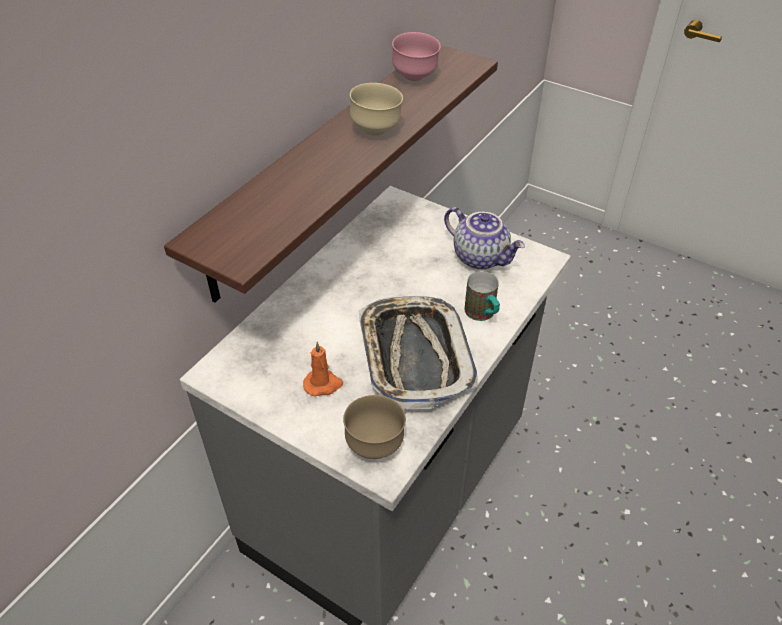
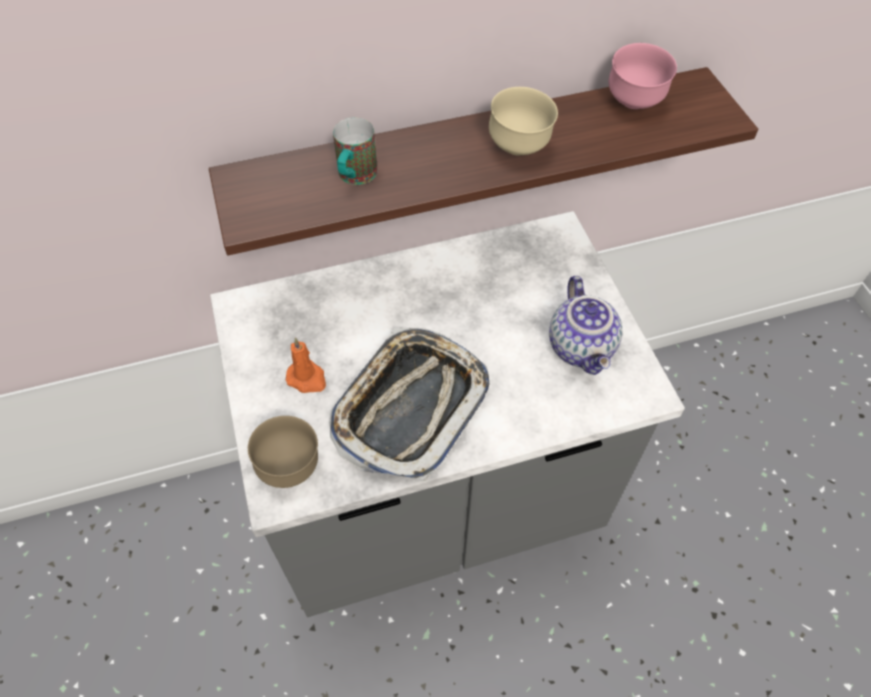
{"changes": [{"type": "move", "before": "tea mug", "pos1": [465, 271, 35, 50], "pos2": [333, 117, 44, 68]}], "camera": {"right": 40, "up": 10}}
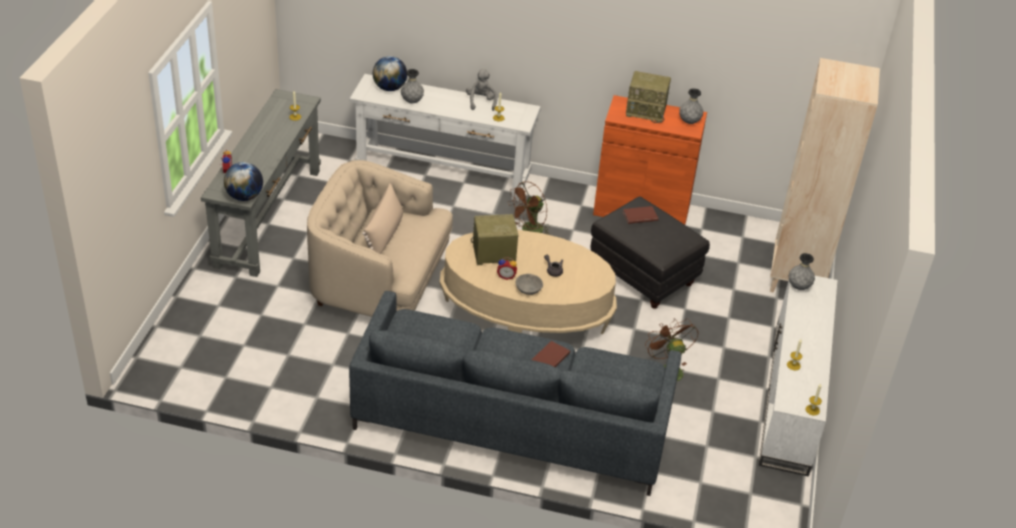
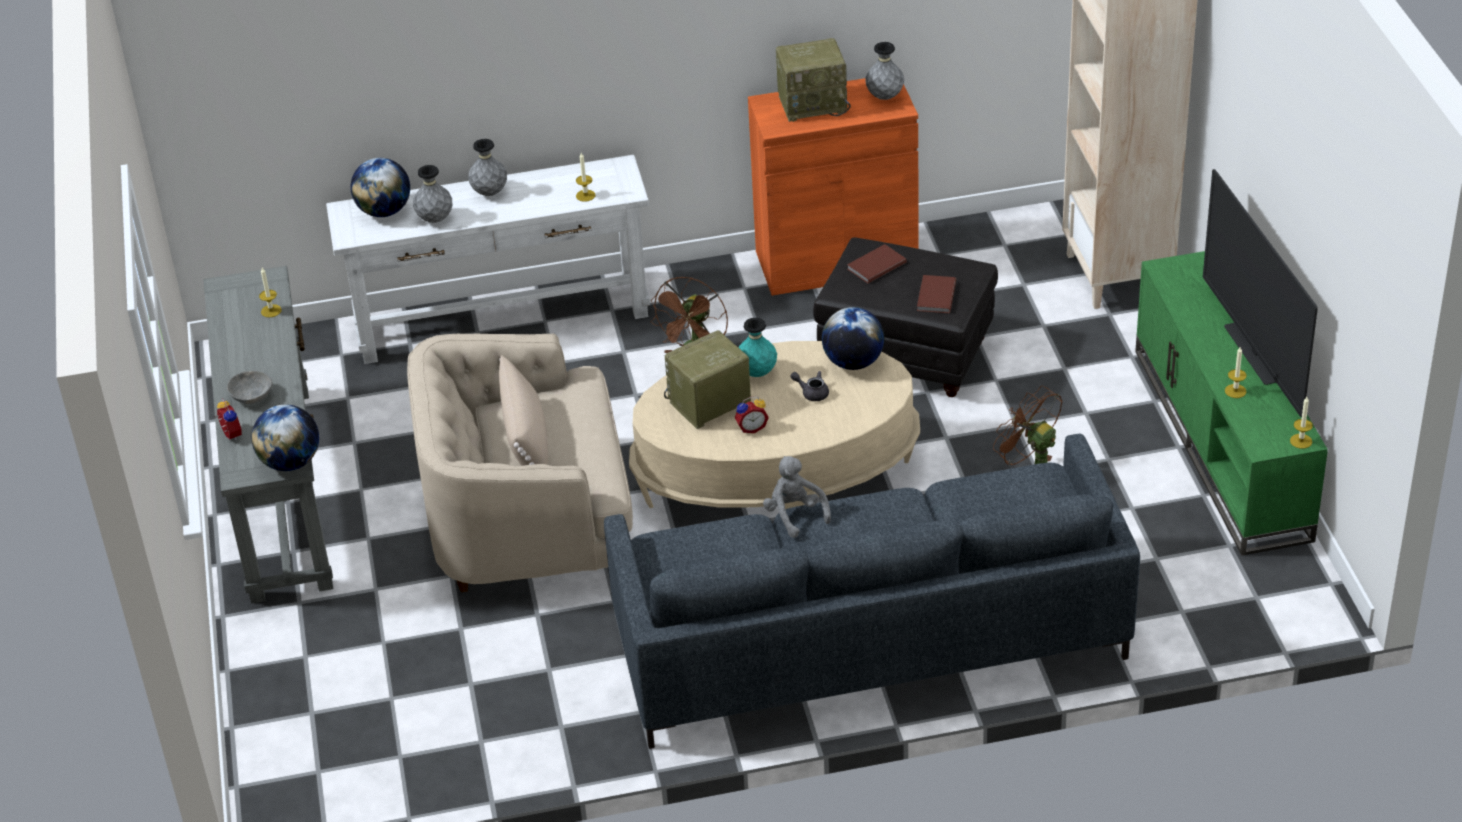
{"changes": [{"type": "insert", "after": "turquoise-coloured decorative vase", "pos2": [738, 318, 39, 59]}, {"type": "insert", "after": "world globe", "pos2": [822, 307, 62, 63]}, {"type": "insert", "after": "TV", "pos2": [1203, 169, 115, 248]}, {"type": "move", "before": "grey soft toy", "pos1": [466, 69, 31, 42], "pos2": [763, 456, 68, 82]}, {"type": "move", "before": "grey serving bowl", "pos1": [516, 274, 27, 21], "pos2": [227, 370, 46, 34]}, {"type": "move", "before": "brown bound book", "pos1": [532, 341, 38, 26], "pos2": [917, 275, 39, 38]}, {"type": "move", "before": "grey decorative vase", "pos1": [788, 253, 27, 37], "pos2": [468, 139, 39, 57]}, {"type": "recolor", "before": "white media console", "after": "green media console", "pos1": [759, 276, 78, 201], "pos2": [1135, 251, 193, 305]}], "camera": {"right": -20, "up": 0}}
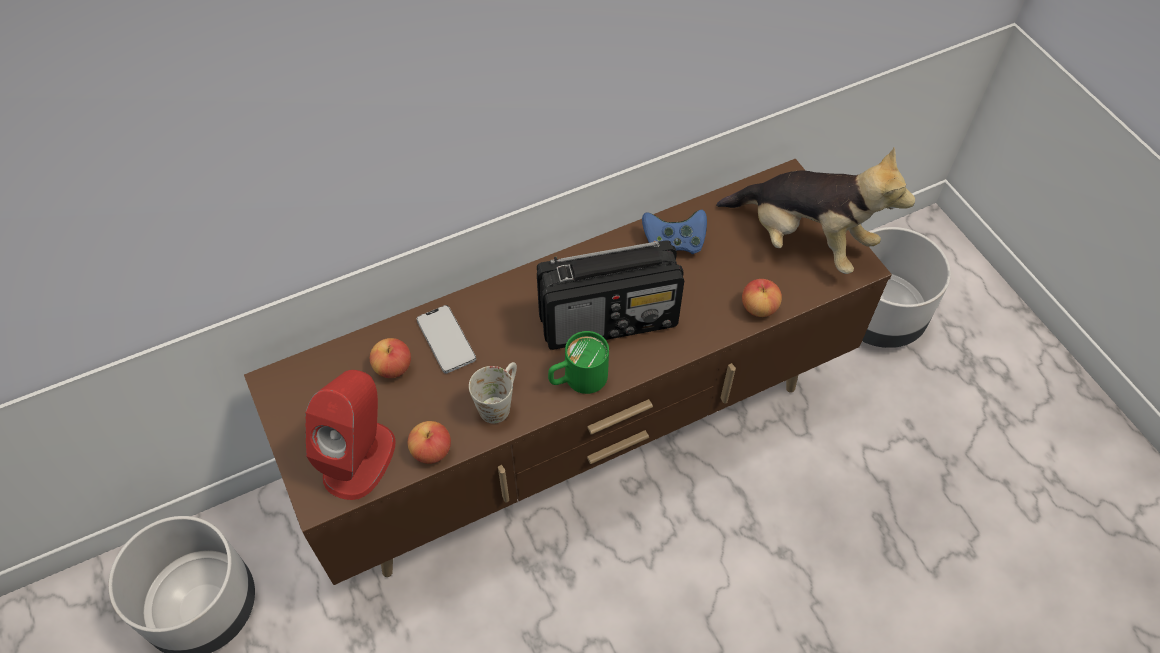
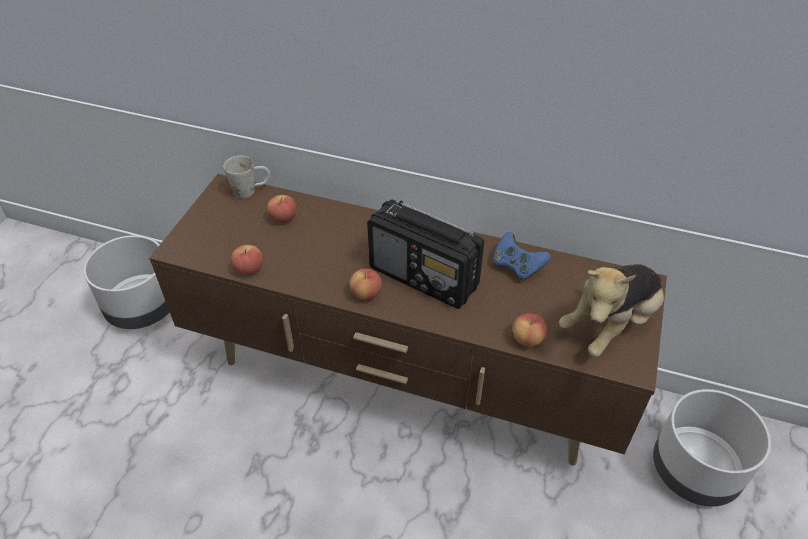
{"changes": [{"type": "delete", "before": "red-coloured speaker", "pos1": [305, 370, 91, 130]}, {"type": "delete", "before": "handset", "pos1": [417, 305, 59, 68]}, {"type": "move", "before": "white tea mug", "pos1": [469, 362, 48, 61], "pos2": [224, 156, 47, 42]}, {"type": "replace", "before": "green tea mug", "after": "whole apple", "pos1": [548, 331, 61, 63], "pos2": [350, 269, 32, 31]}, {"type": "rotate", "before": "soft toy", "pos1": [716, 147, 199, 127], "pos2": [559, 264, 105, 93], "turn": 60}], "camera": {"right": 45, "up": -10}}
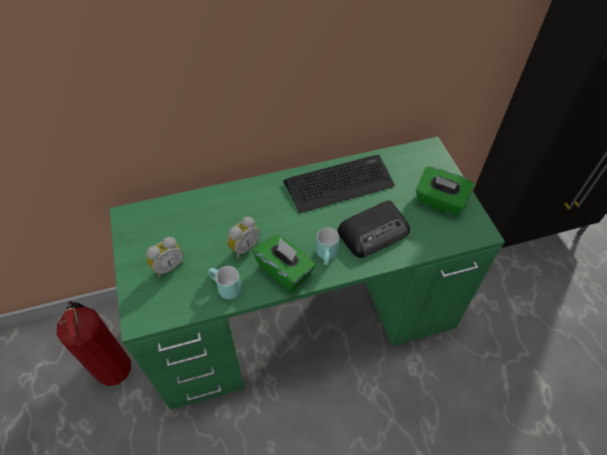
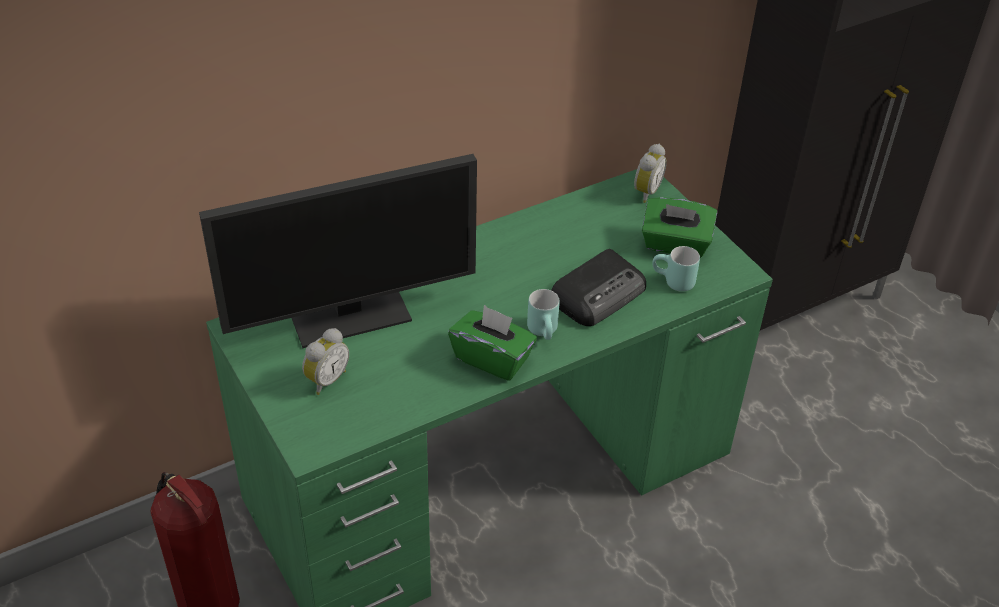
{"changes": [{"type": "delete", "before": "computer keyboard", "pos1": [283, 155, 112, 58]}, {"type": "insert", "after": "monitor", "pos2": [199, 154, 278, 194]}, {"type": "move", "before": "turquoise-coloured tea mug", "pos1": [208, 266, 33, 33], "pos2": [652, 246, 48, 46]}, {"type": "move", "before": "bedside clock", "pos1": [227, 216, 33, 43], "pos2": [634, 144, 33, 59]}], "camera": {"right": -15, "up": -10}}
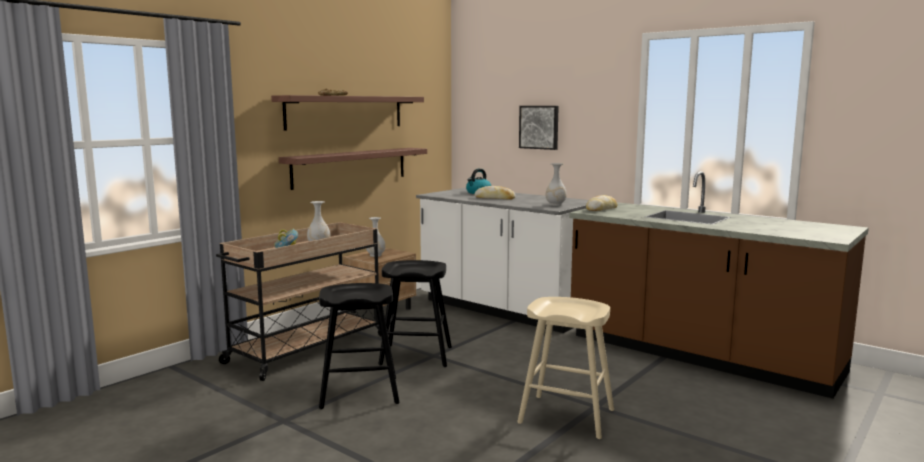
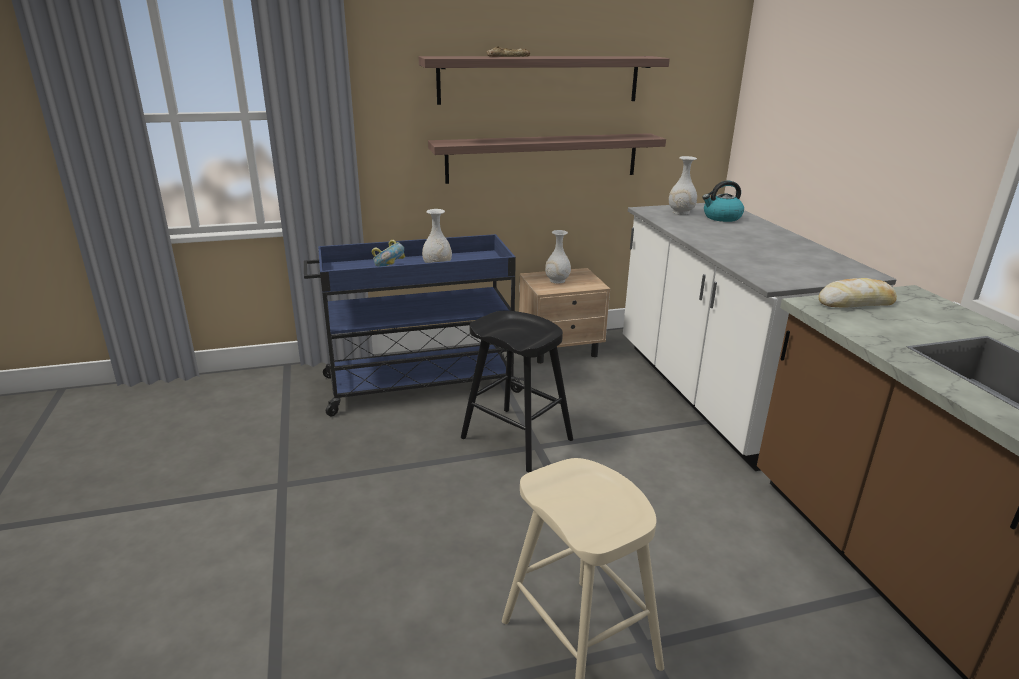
{"changes": [{"type": "delete", "before": "blackish stool", "pos1": [319, 283, 81, 126]}, {"type": "delete", "before": "baked bread", "pos1": [475, 186, 41, 14]}, {"type": "delete", "before": "picture", "pos1": [519, 106, 40, 44]}, {"type": "move", "before": "white decorative vase", "pos1": [546, 163, 21, 43], "pos2": [669, 156, 28, 59]}, {"type": "recolor", "before": "beige wheeled cart", "after": "blue wheeled cart", "pos1": [216, 222, 165, 159], "pos2": [304, 234, 220, 183]}], "camera": {"right": 35, "up": 15}}
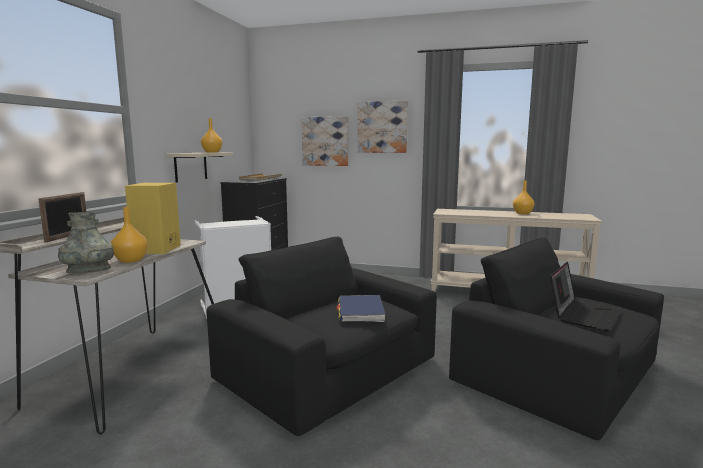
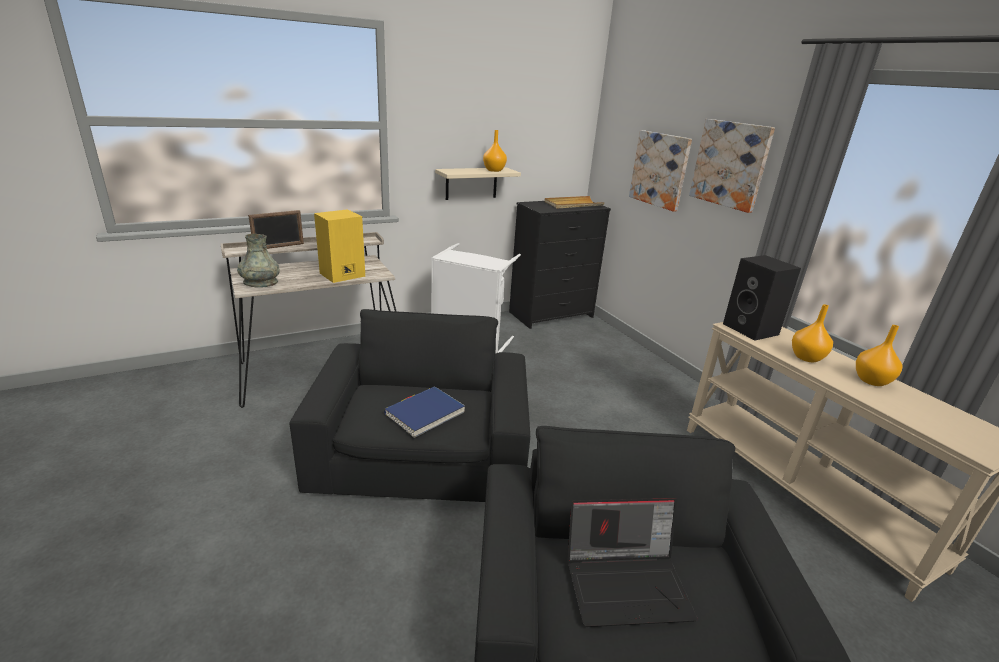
{"changes": [{"type": "insert", "after": "blackish speaker", "pos2": [723, 255, 78, 86]}, {"type": "move", "before": "orange decorative vase", "pos1": [111, 207, 37, 56], "pos2": [792, 304, 41, 58]}], "camera": {"right": 45, "up": 15}}
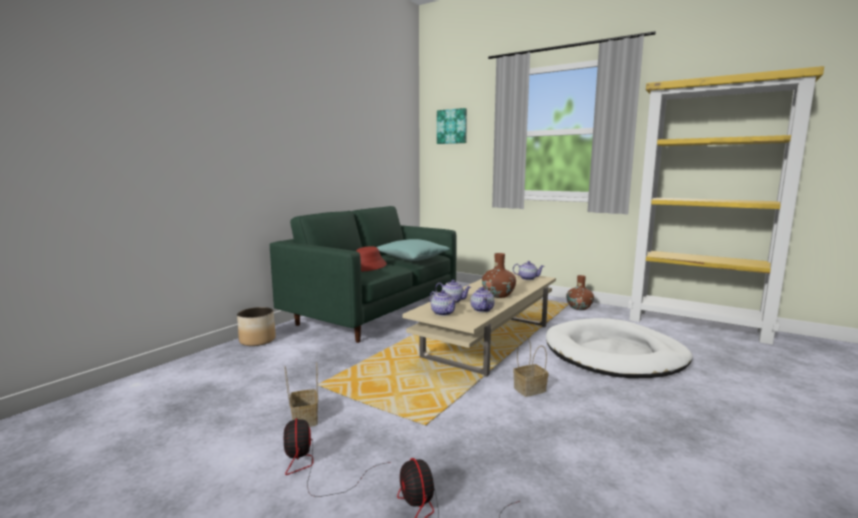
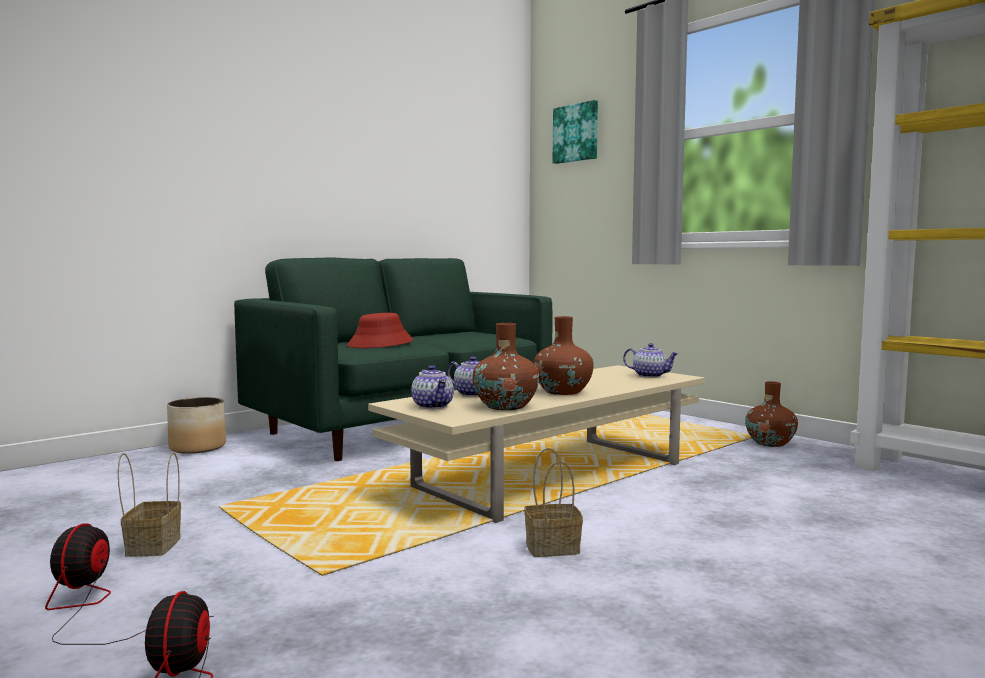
{"changes": [{"type": "delete", "before": "turquoise-coloured pillow", "pos1": [377, 239, 73, 22]}, {"type": "delete", "before": "white pet bed", "pos1": [546, 318, 147, 60]}, {"type": "replace", "before": "pot for tea", "after": "brown decorative vase", "pos1": [470, 287, 25, 25], "pos2": [472, 323, 67, 87]}], "camera": {"right": 15, "up": -5}}
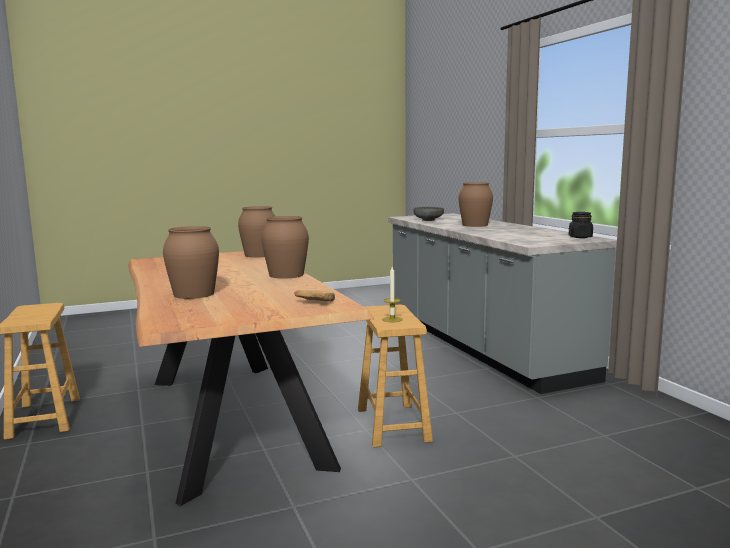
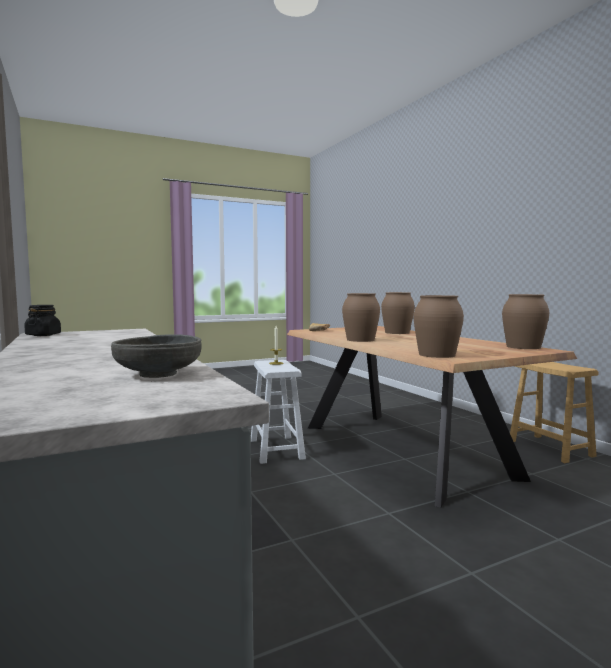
{"changes": [{"type": "move", "before": "brown decorative vase", "pos1": [459, 182, 34, 45], "pos2": [502, 294, 47, 55]}, {"type": "recolor", "before": "brown stool", "after": "white stool", "pos1": [358, 304, 75, 144], "pos2": [251, 360, 55, 104]}], "camera": {"right": 175, "up": -5}}
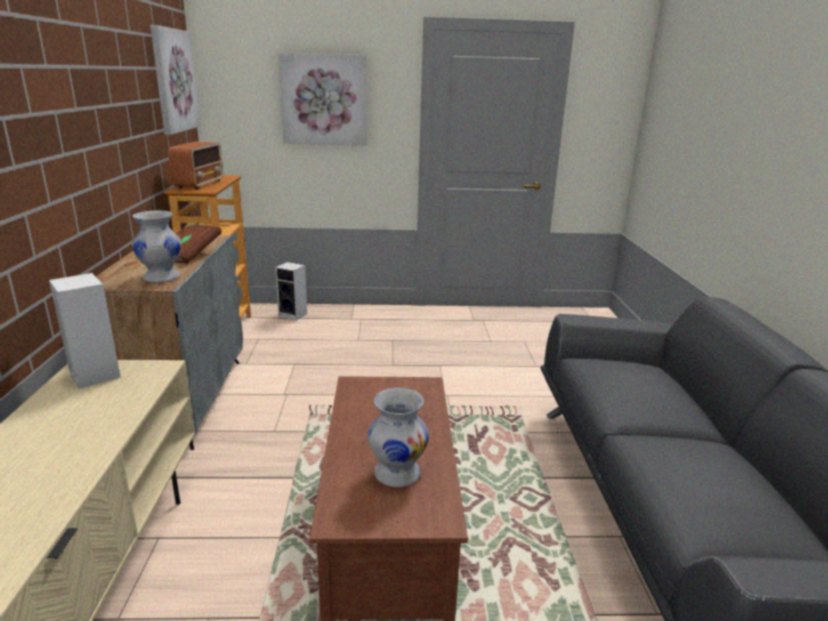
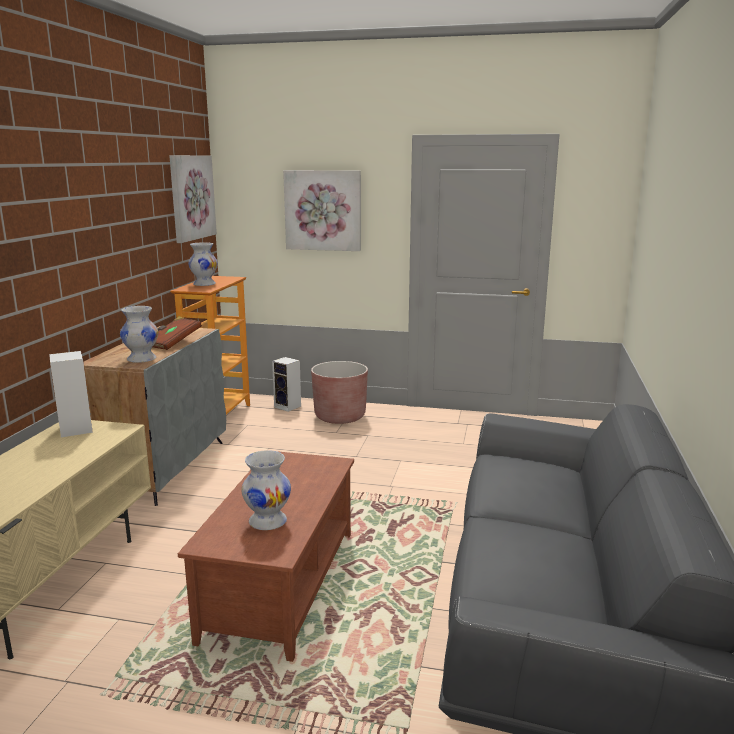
{"changes": [{"type": "insert", "after": "brown flower pot", "pos2": [311, 361, 57, 63]}, {"type": "replace", "before": "radio", "after": "white decorative vase", "pos1": [168, 142, 55, 47], "pos2": [188, 242, 30, 44]}], "camera": {"right": 15, "up": -5}}
